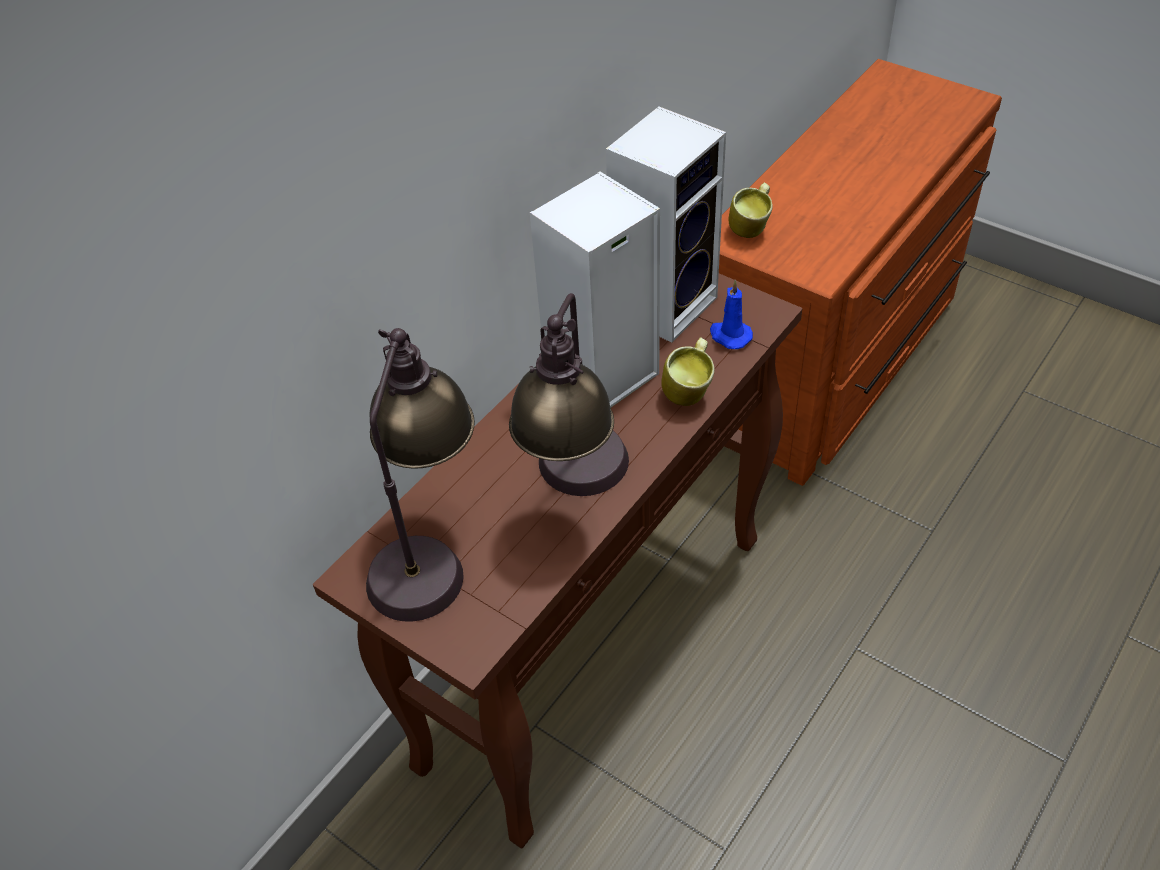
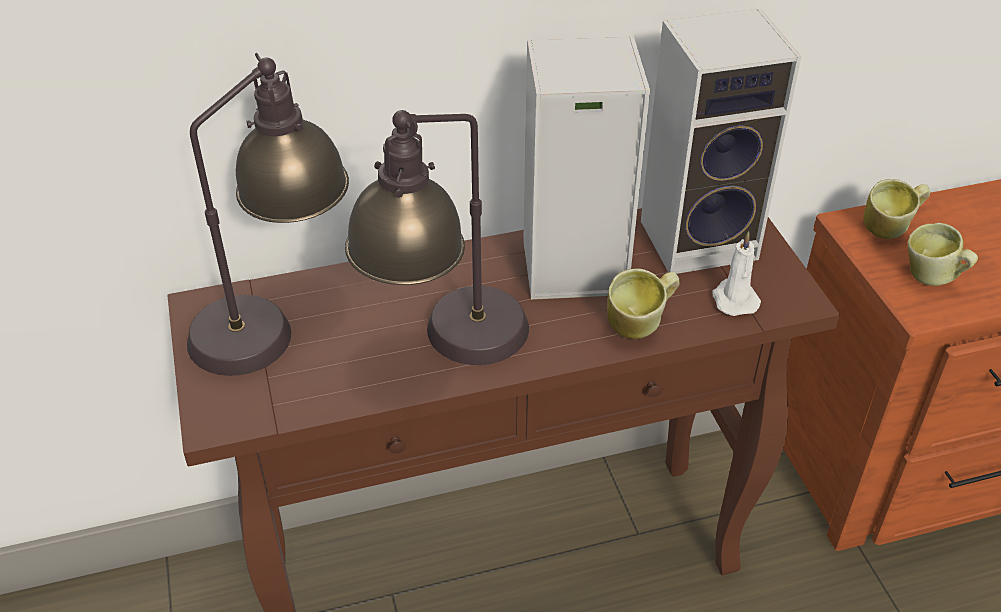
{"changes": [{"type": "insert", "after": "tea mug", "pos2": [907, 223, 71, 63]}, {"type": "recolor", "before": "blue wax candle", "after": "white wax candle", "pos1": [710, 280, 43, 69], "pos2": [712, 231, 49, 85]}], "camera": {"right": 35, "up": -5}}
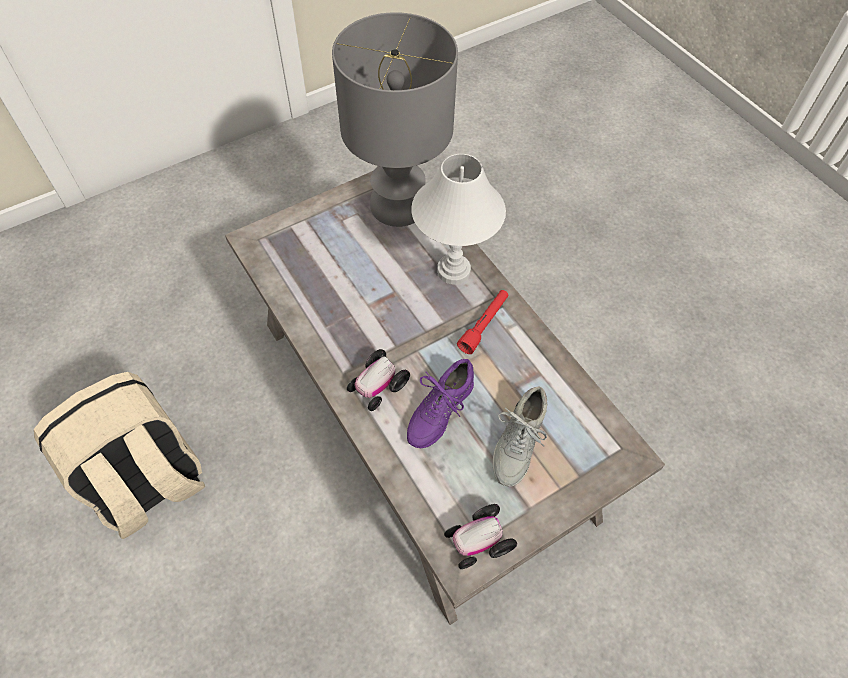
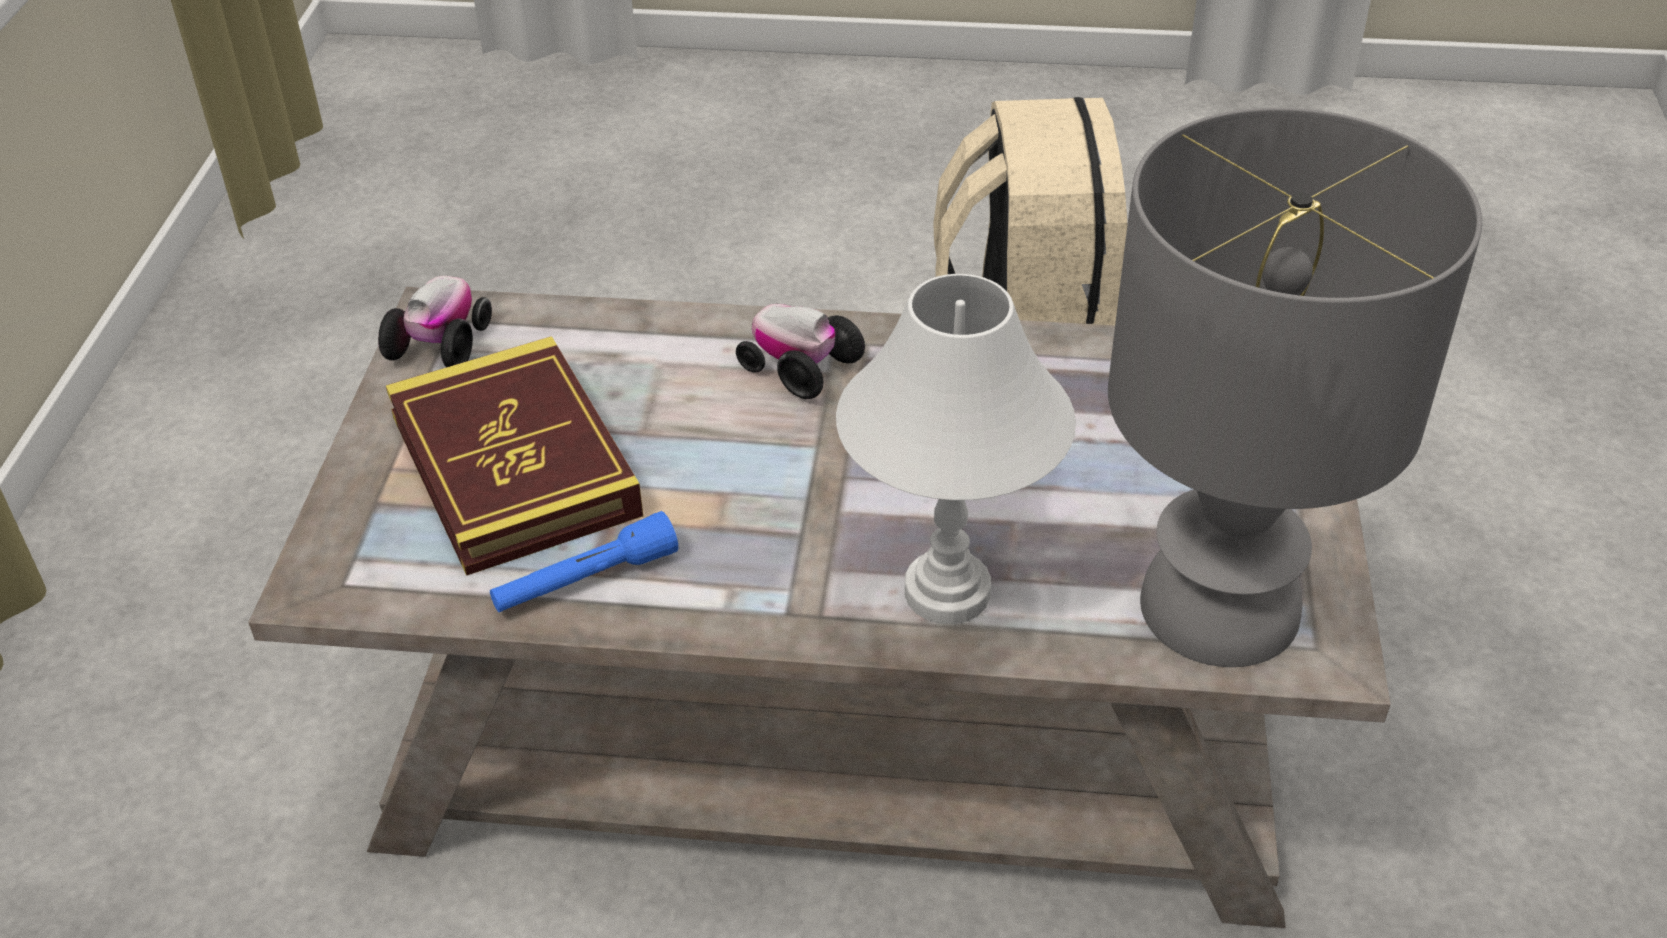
{"changes": [{"type": "delete", "before": "purplish item of footwear", "pos1": [407, 359, 67, 89]}, {"type": "delete", "before": "red-coloured flashlight", "pos1": [457, 290, 52, 64]}, {"type": "insert", "after": "blue flashlight", "pos2": [490, 511, 188, 101]}, {"type": "replace", "before": "grey item of footwear", "after": "bound book", "pos1": [493, 386, 54, 101], "pos2": [386, 336, 257, 240]}, {"type": "rotate", "before": "model car", "pos1": [347, 349, 63, 62], "pos2": [736, 304, 129, 95], "turn": -45}], "camera": {"right": 130, "up": -15}}
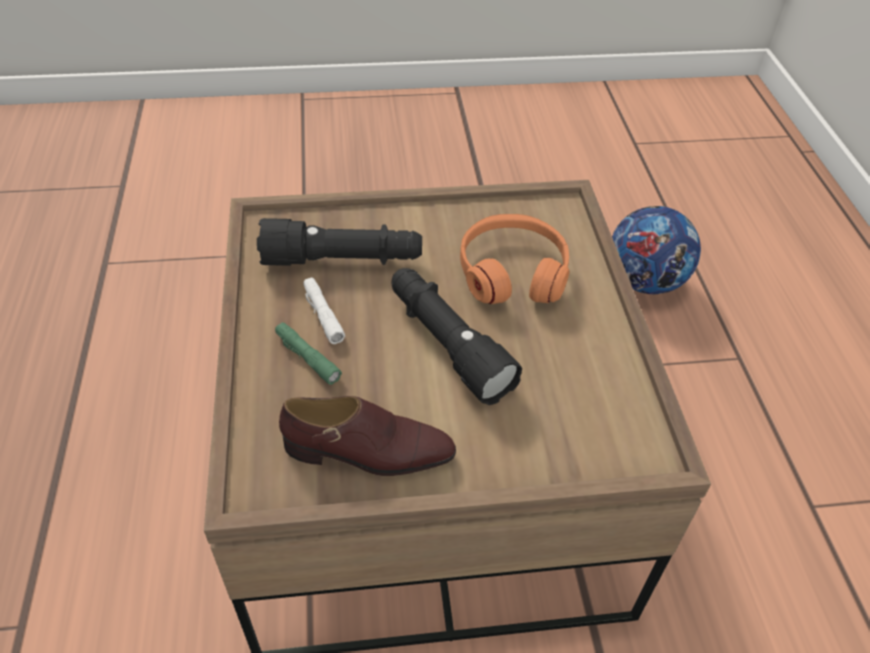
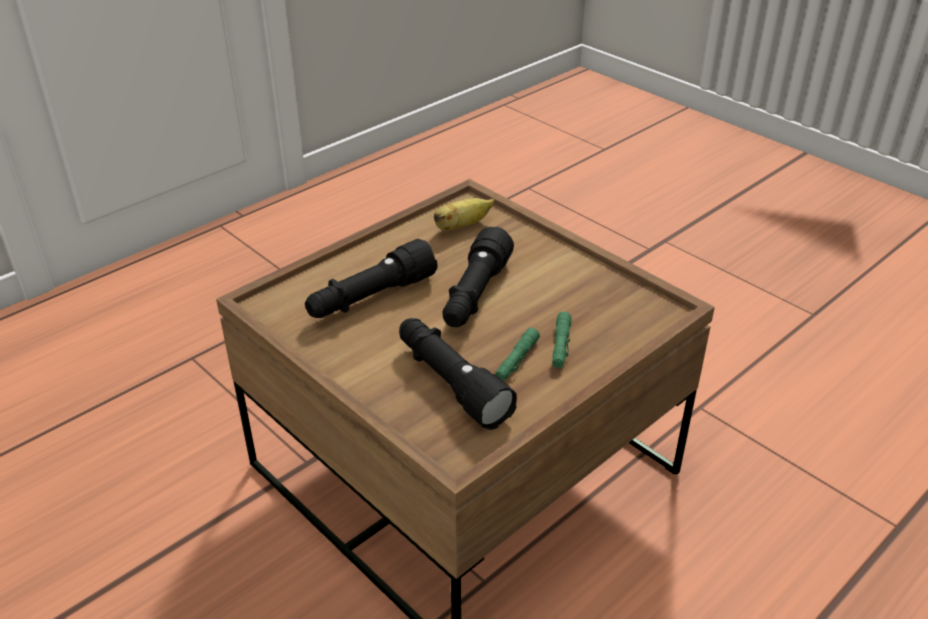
{"changes": [{"type": "delete", "before": "brown item of footwear", "pos1": [279, 396, 177, 80]}, {"type": "delete", "before": "ball for football", "pos1": [612, 206, 89, 88]}, {"type": "insert", "after": "banana", "pos2": [434, 198, 61, 32]}, {"type": "replace", "before": "orange pair of headphones", "after": "blackish flashlight", "pos1": [460, 214, 110, 90], "pos2": [305, 239, 133, 79]}, {"type": "recolor", "before": "white flashlight", "after": "green flashlight", "pos1": [304, 277, 41, 67], "pos2": [495, 328, 45, 53]}], "camera": {"right": -125, "up": -10}}
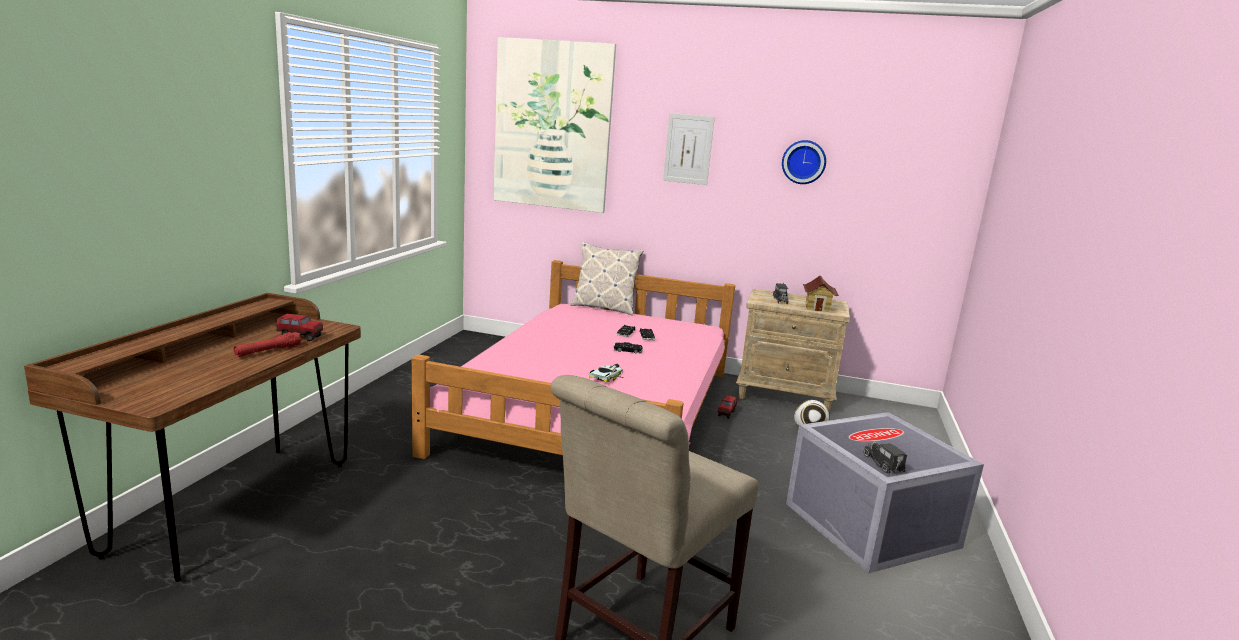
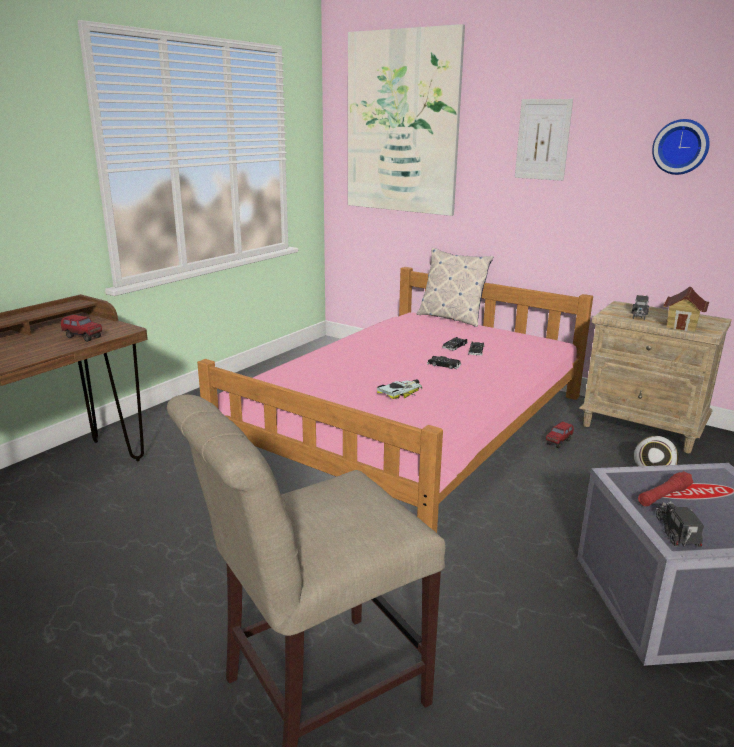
{"changes": [{"type": "move", "before": "red-coloured flashlight", "pos1": [234, 332, 68, 25], "pos2": [638, 471, 56, 35]}], "camera": {"right": 20, "up": 5}}
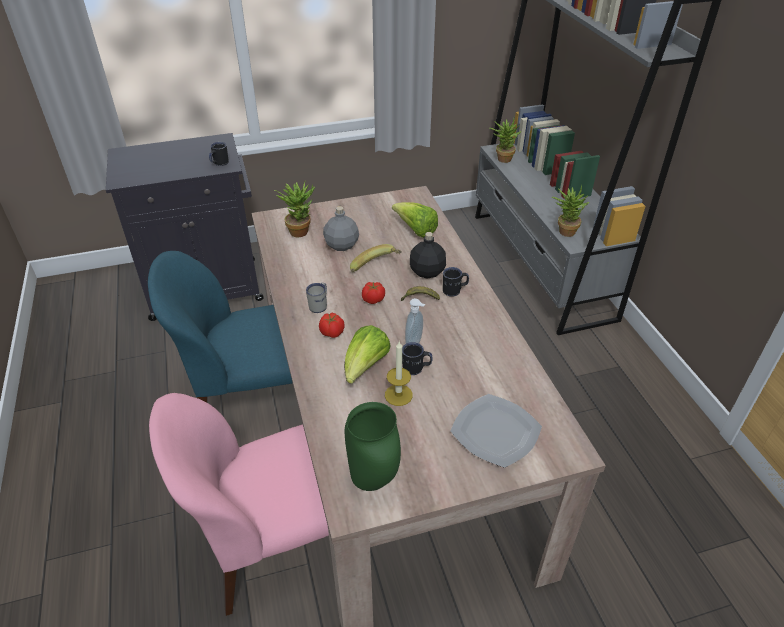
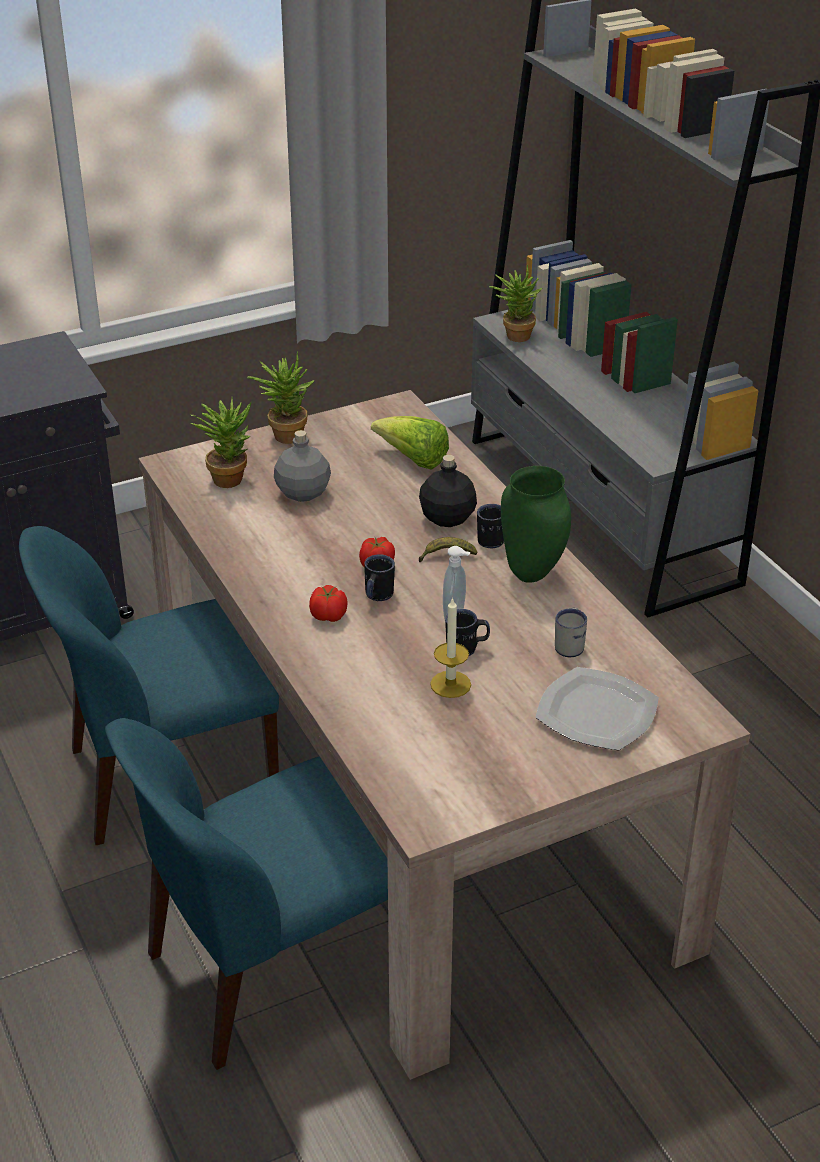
{"changes": [{"type": "delete", "before": "head of lettuce", "pos1": [344, 325, 47, 59]}, {"type": "delete", "before": "banana", "pos1": [350, 244, 52, 28]}, {"type": "move", "before": "blackish tea mug", "pos1": [209, 142, 20, 24], "pos2": [364, 554, 31, 47]}, {"type": "move", "before": "white tea mug", "pos1": [306, 283, 21, 30], "pos2": [555, 608, 32, 49]}, {"type": "move", "before": "green decorative vase", "pos1": [345, 402, 56, 89], "pos2": [501, 466, 70, 117]}, {"type": "move", "before": "houseplant", "pos1": [552, 185, 37, 52], "pos2": [247, 351, 68, 93]}, {"type": "recolor", "before": "pink plain chair", "after": "blue plain chair", "pos1": [149, 393, 180, 223], "pos2": [105, 718, 283, 352]}], "camera": {"right": -10, "up": -5}}
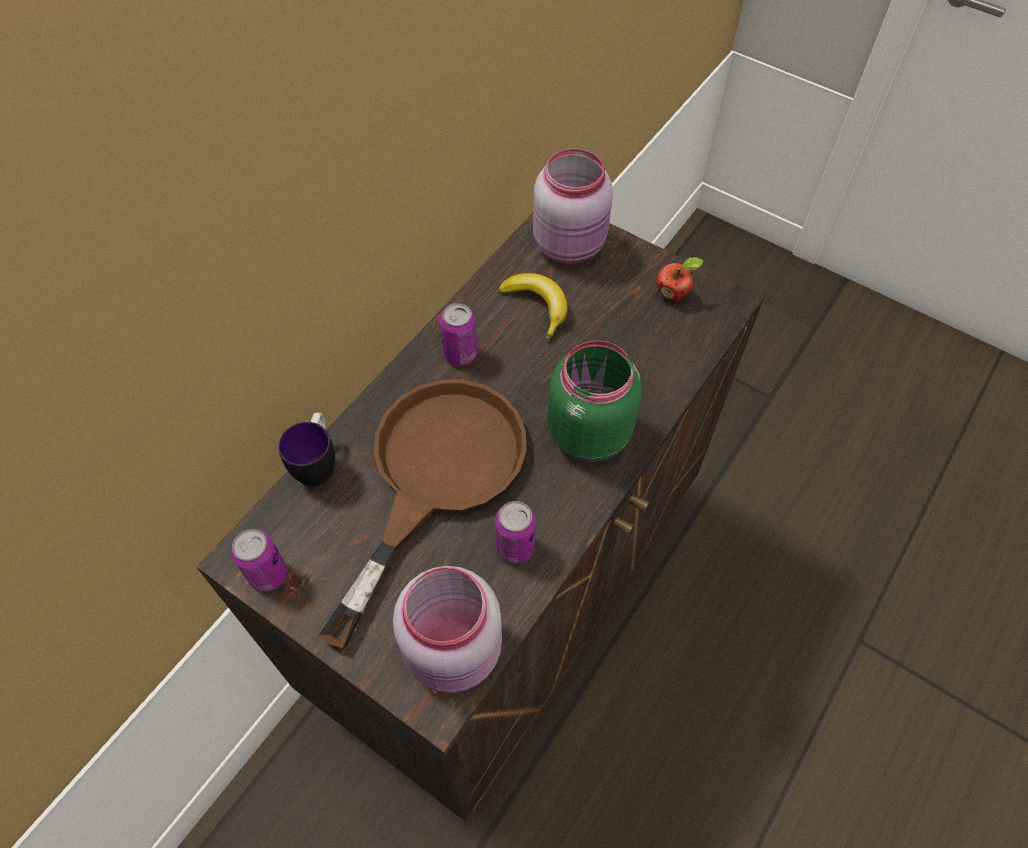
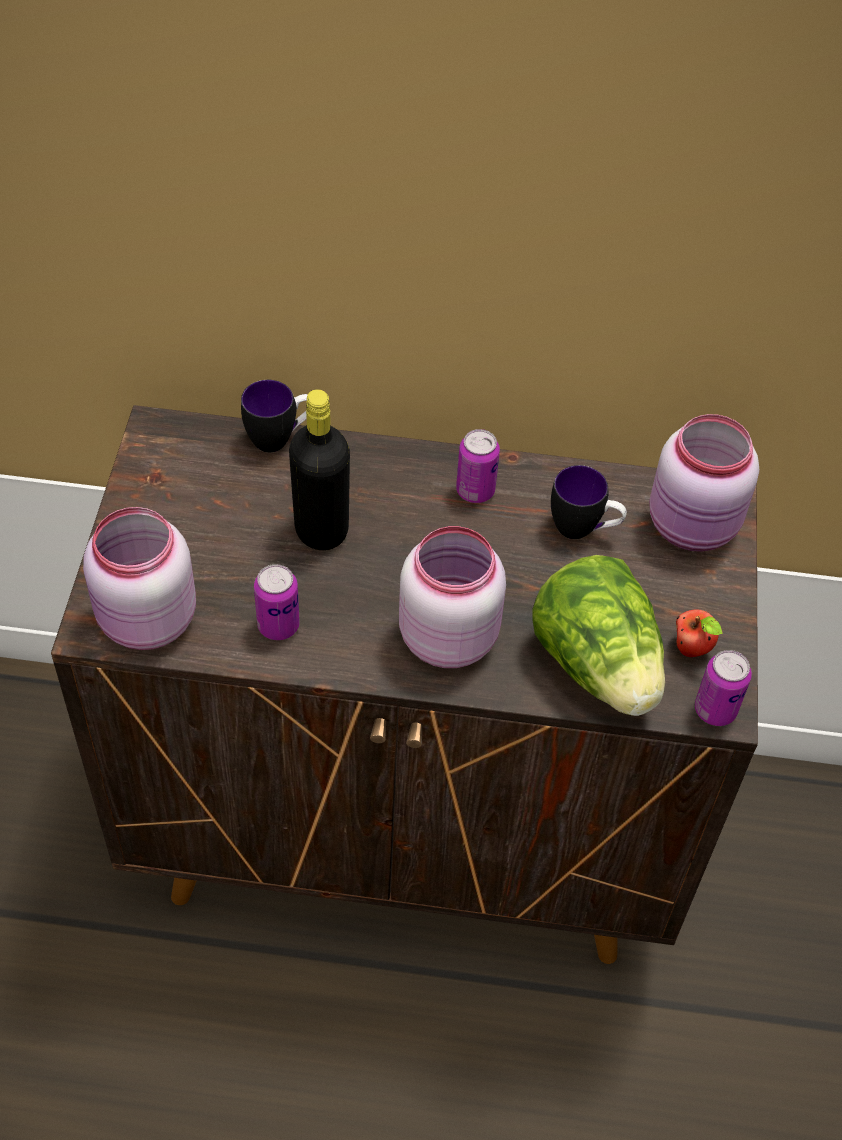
{"changes": [{"type": "insert", "after": "head of lettuce", "pos2": [532, 555, 133, 161]}, {"type": "move", "before": "metal can", "pos1": [231, 529, 56, 63], "pos2": [695, 650, 57, 76]}, {"type": "replace", "before": "brown pan", "after": "blackish bottle", "pos1": [318, 379, 208, 269], "pos2": [289, 389, 61, 161]}, {"type": "replace", "before": "banana", "after": "tea mug", "pos1": [499, 273, 69, 67], "pos2": [551, 465, 76, 74]}, {"type": "recolor", "before": "green preserve jar", "after": "pink preserve jar", "pos1": [548, 340, 94, 122], "pos2": [399, 526, 107, 142]}], "camera": {"right": 60, "up": -5}}
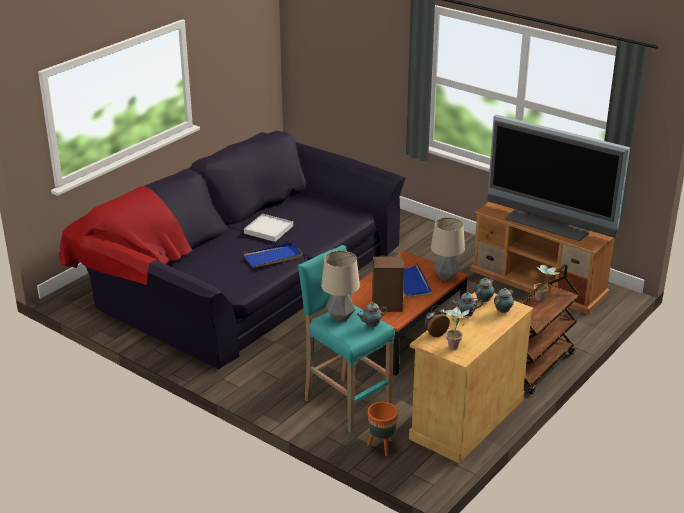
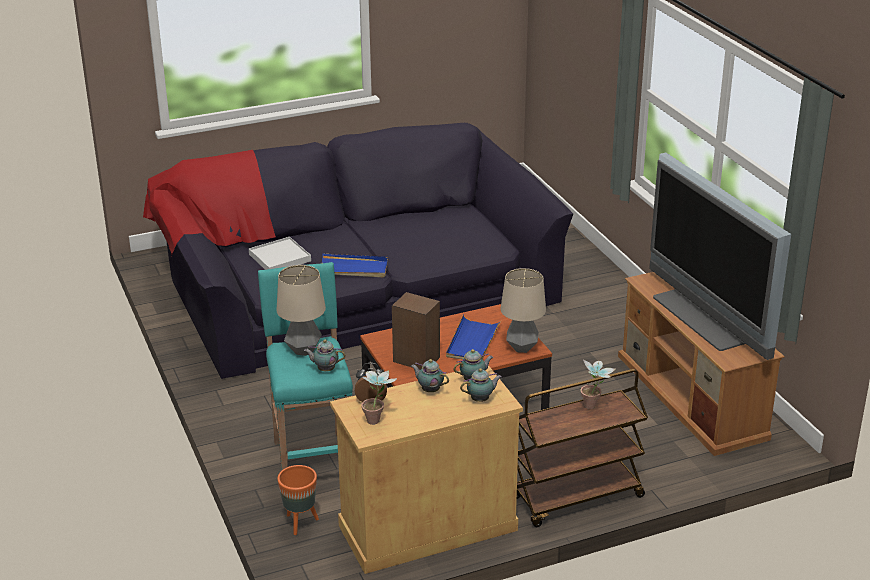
{"changes": [{"type": "move", "before": "white carrying tray", "pos1": [244, 214, 49, 28], "pos2": [249, 237, 62, 33]}], "camera": {"right": 30, "up": 0}}
